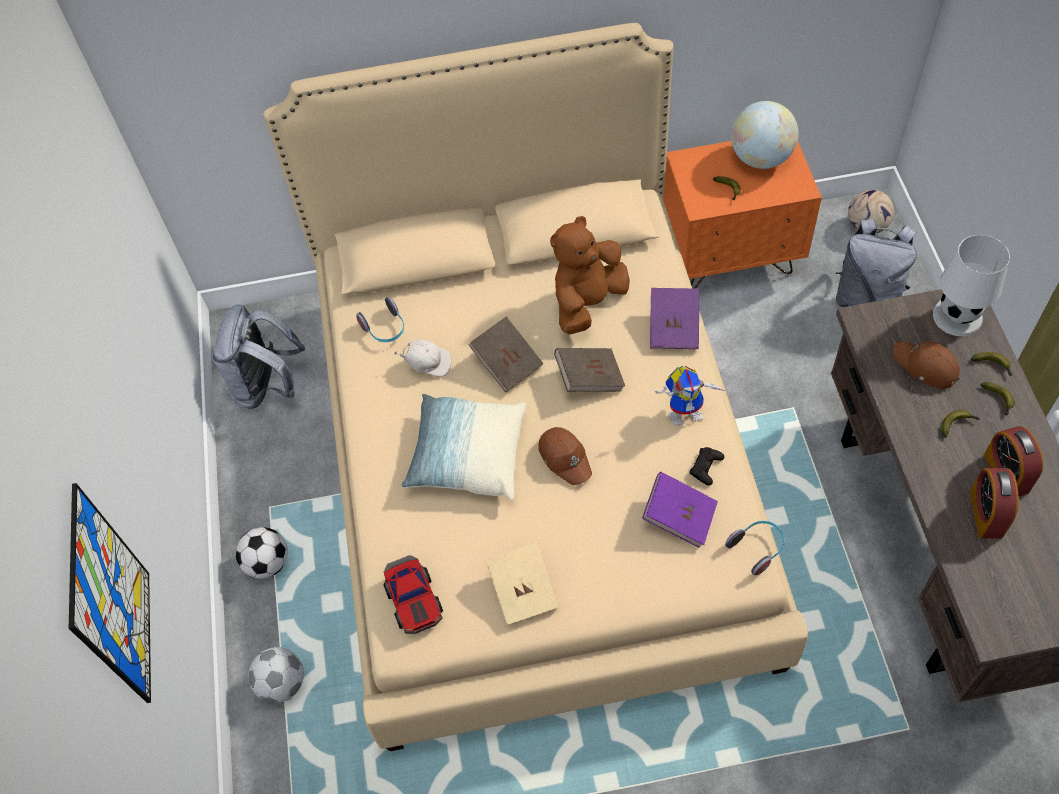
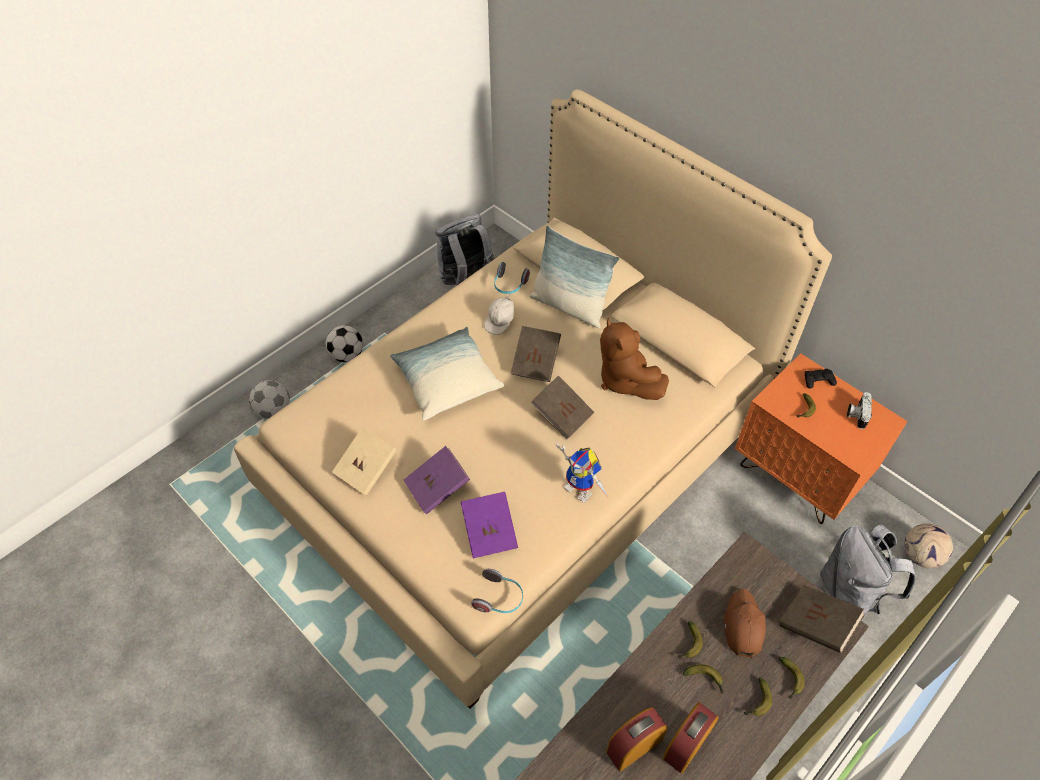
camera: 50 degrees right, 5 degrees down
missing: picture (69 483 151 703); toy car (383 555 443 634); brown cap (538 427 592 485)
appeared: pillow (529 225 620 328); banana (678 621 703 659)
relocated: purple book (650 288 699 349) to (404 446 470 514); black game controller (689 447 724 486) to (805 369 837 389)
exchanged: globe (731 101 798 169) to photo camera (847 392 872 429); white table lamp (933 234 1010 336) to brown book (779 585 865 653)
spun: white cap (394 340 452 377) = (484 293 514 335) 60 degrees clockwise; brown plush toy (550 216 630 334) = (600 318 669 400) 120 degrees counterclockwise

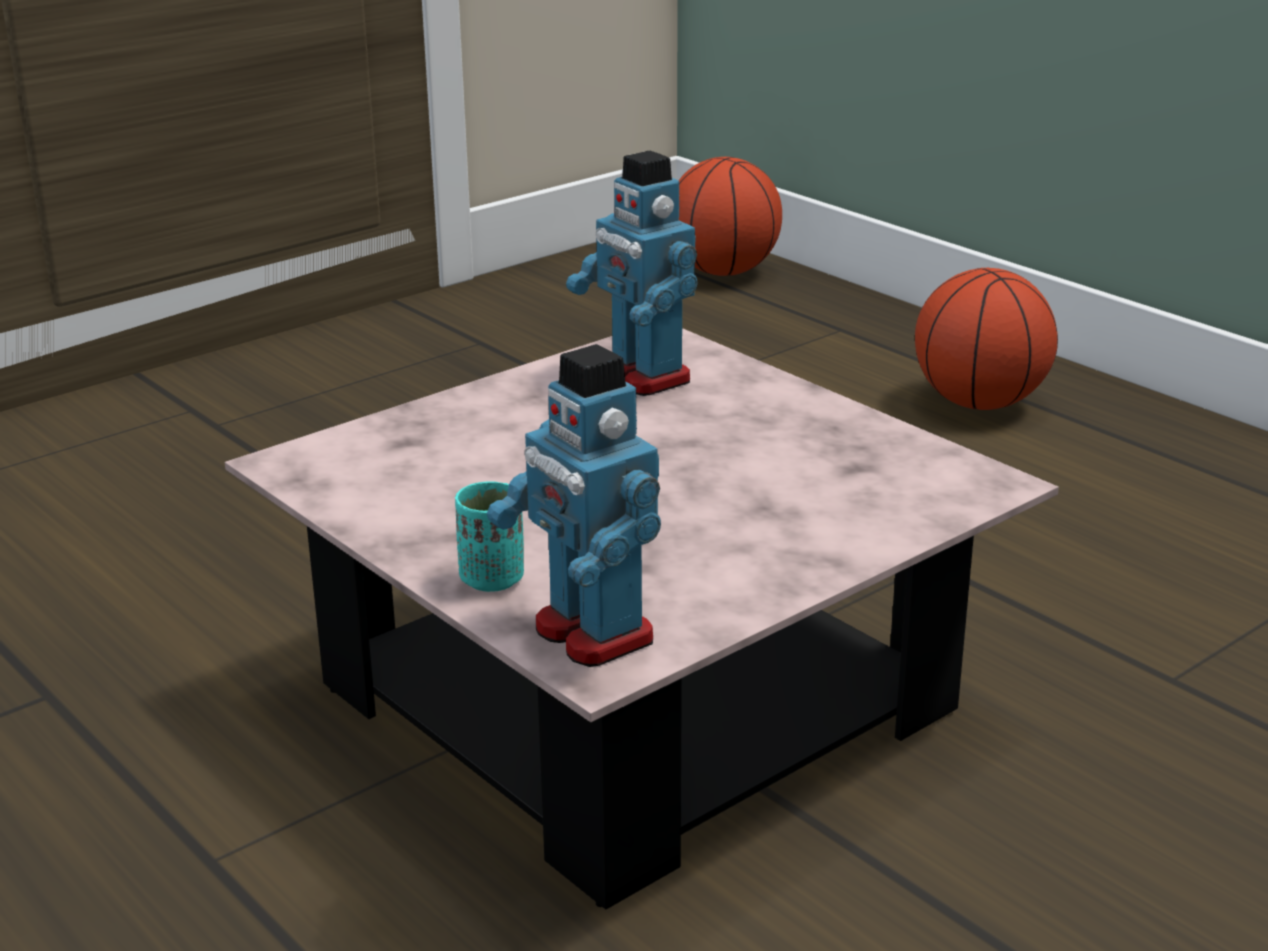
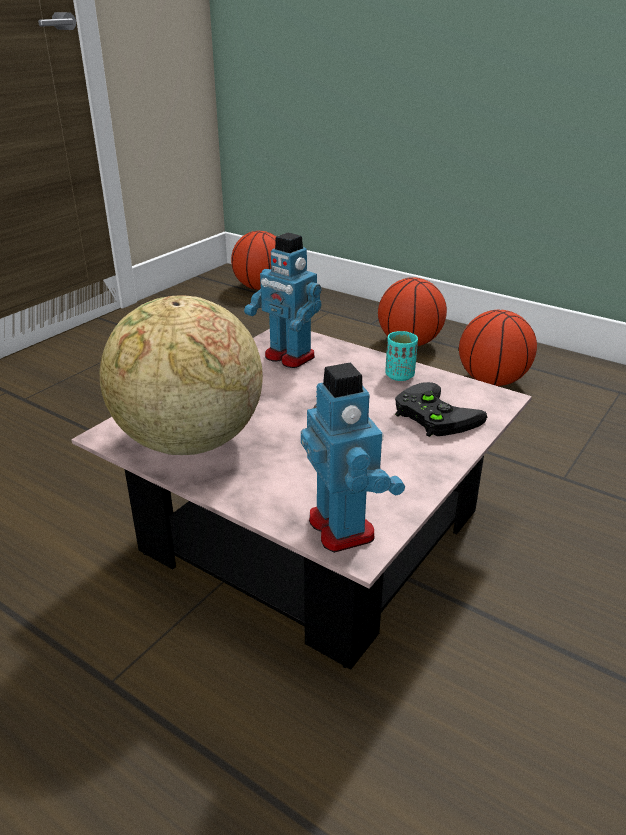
camera: 15 degrees left, 5 degrees up
appeared: globe (100 296 263 455); black game controller (395 382 487 437); basketball (459 310 537 386)
relocated: turquoise cup (455 482 524 592) to (385 331 418 381)
spun: toy robot (487 344 661 667) = (301 363 405 553) 150 degrees counterclockwise

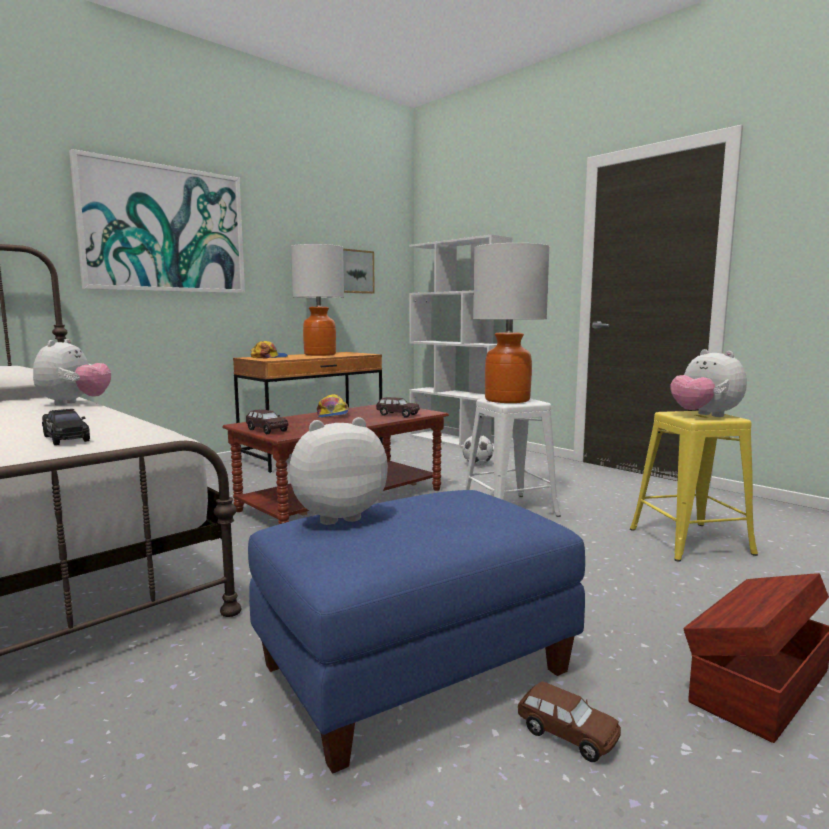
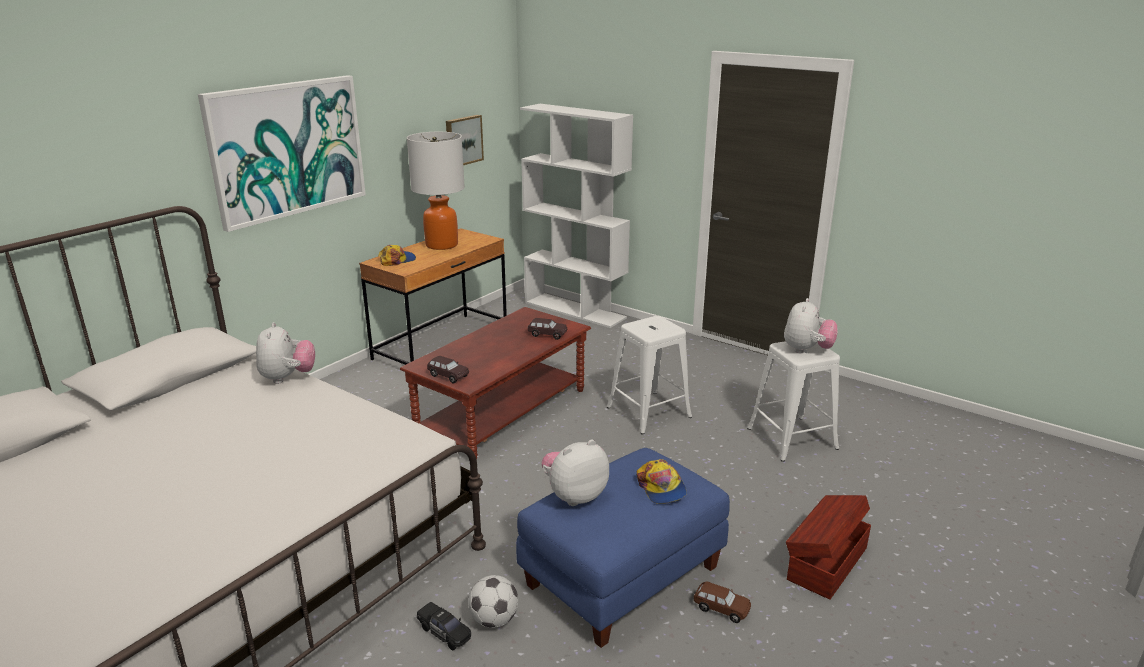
camera: 10 degrees left, 15 degrees up
missing: table lamp (473 243 550 403)
relocated: black toy car (42 409 90 445) to (417 602 471 650); cap (317 394 349 418) to (637 459 687 504); football (463 435 493 465) to (468 575 518 628)
colour: yellow stool (630 411 758 562) to white stool (747 341 840 462)
spun: plush toy (670 349 747 417) = (784 298 838 353) 120 degrees counterclockwise

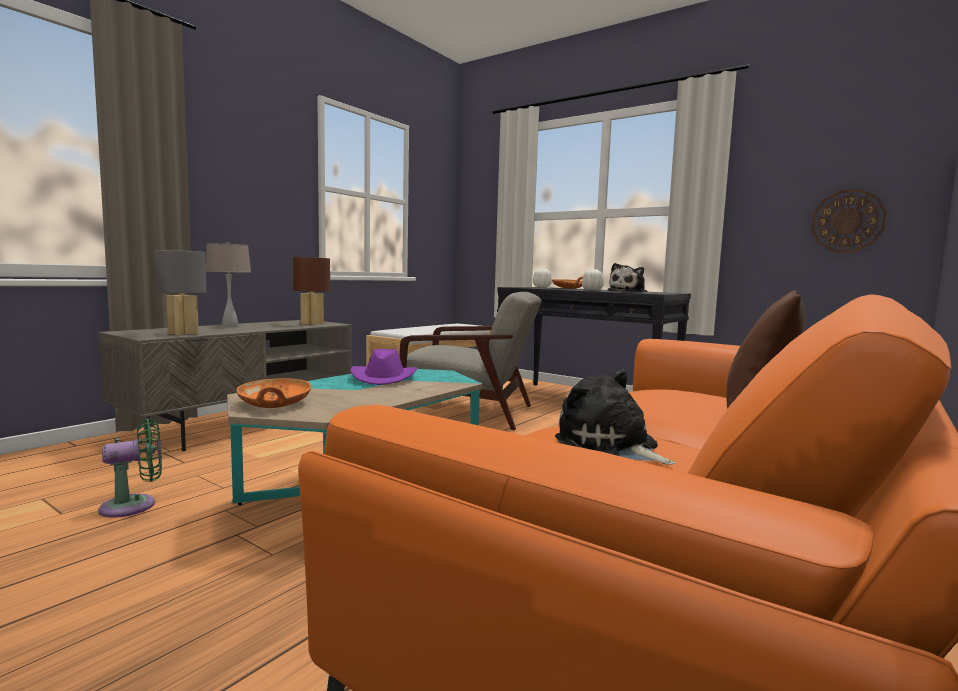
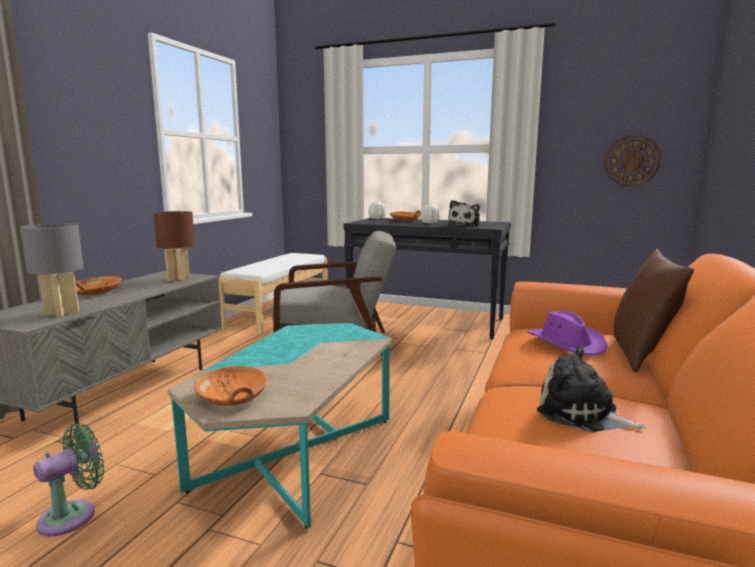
camera: 15 degrees left, 5 degrees up
relocated: purple hat (351 349 417 385) to (528 311 607 355)
exchanged: beige table lamp (205 242 251 327) to orange bowl (75 276 122 295)

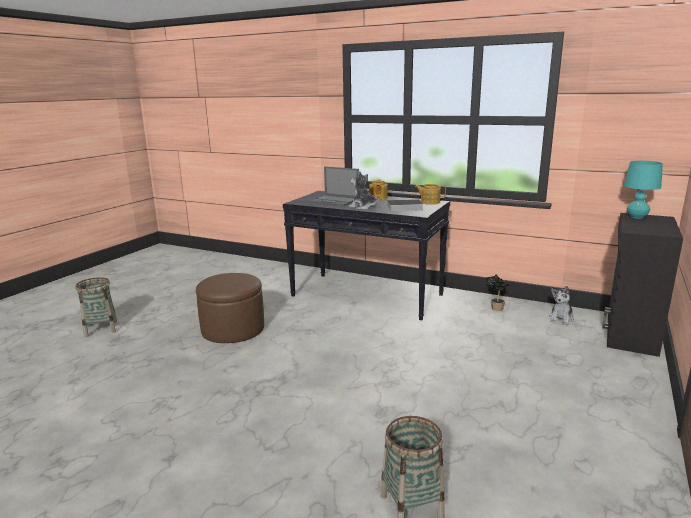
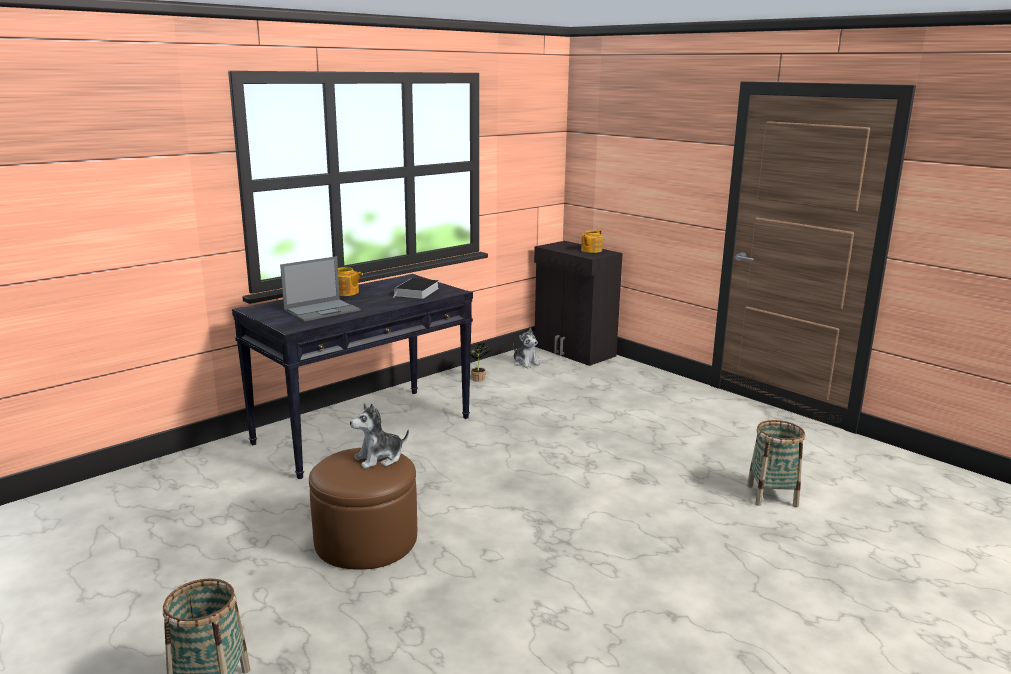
camera: 70 degrees left, 0 degrees up
missing: turquoise table lamp (624 161 663 219)
relocated: plush toy (349 171 379 210) to (350 403 409 469); teapot (415 184 446 205) to (581 230 603 253)

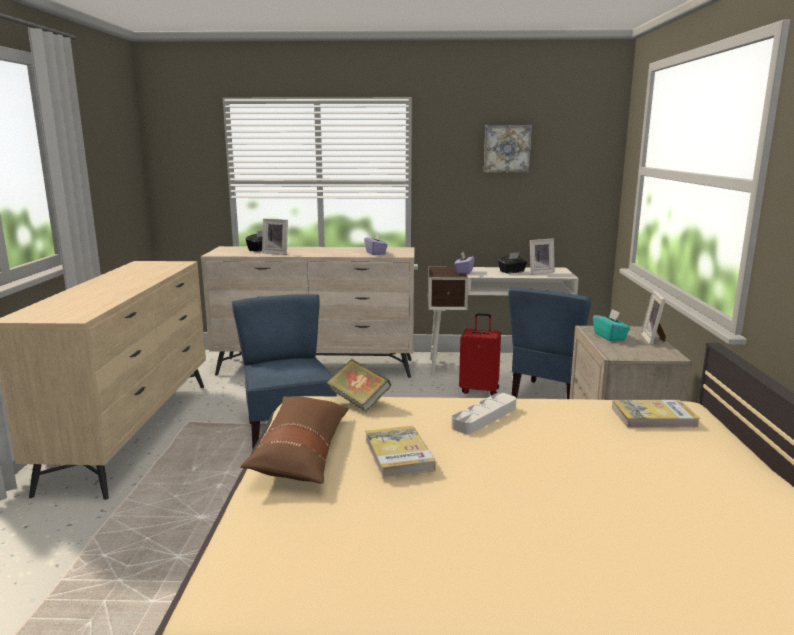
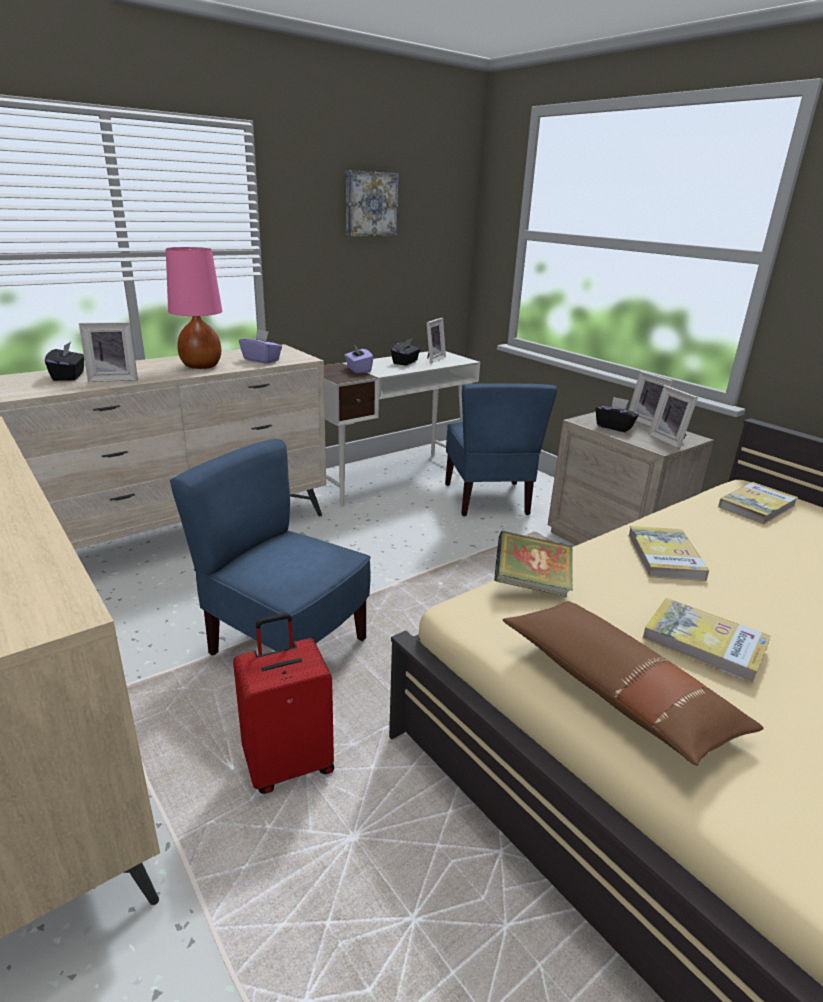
camera: 40 degrees left, 10 degrees up
appeared: pink table lamp (166 247 222 369); picture frame (648 385 698 448)
relocated: red suitcase (459 313 501 395) to (233 613 334 794)
exchanged: grey tray (451 393 516 434) to book (628 526 709 581)
colour: turquoise tissue box (593 309 630 341) to black tissue box (596 397 639 432)

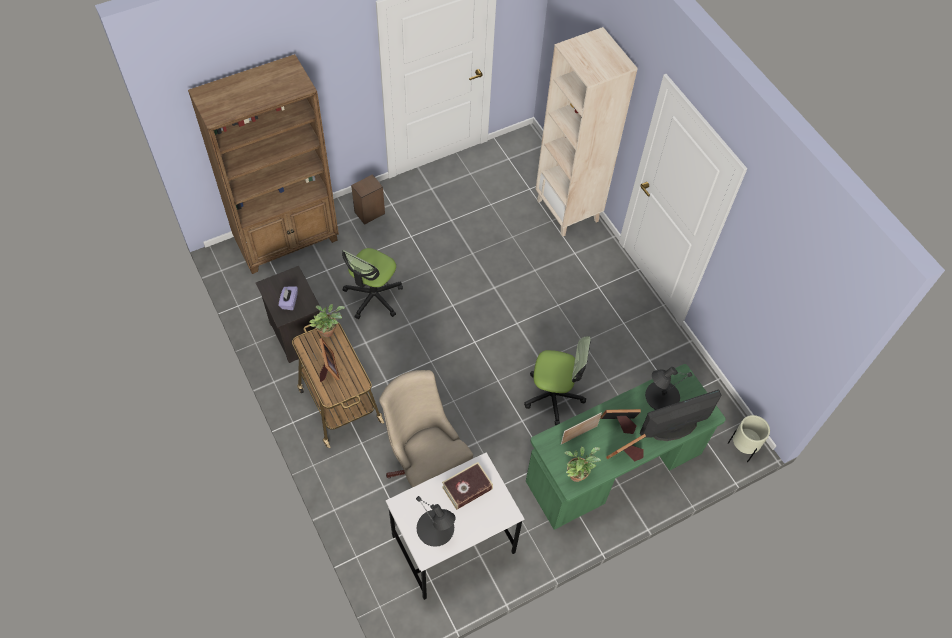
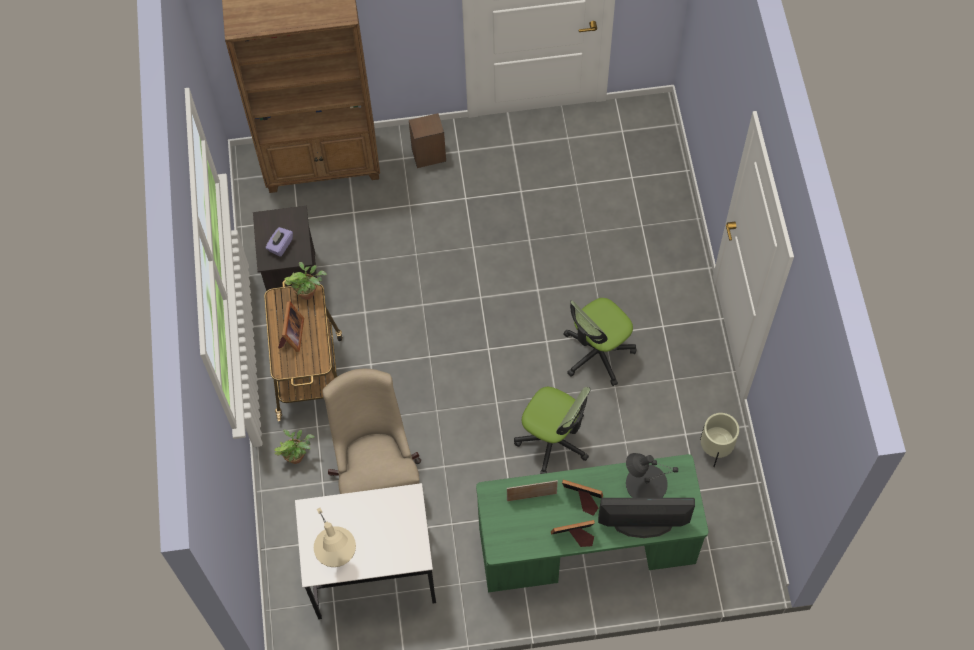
camera: 25 degrees right, 5 degrees up
missing: book (442 462 493 510); beige bookcase (535 27 638 237)
relocated: office chair (342 248 403 319) to (563 298 636 386); potted plant (564 447 601 482) to (274 429 315 464); beige planter (728 415 770 462) to (700 413 739 467)
colour: black table lamp (416 496 456 547) to beige table lamp (314 508 356 567)

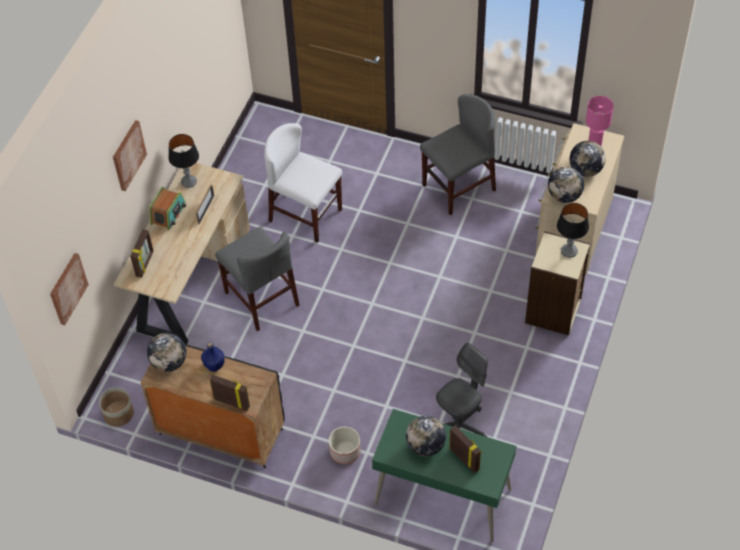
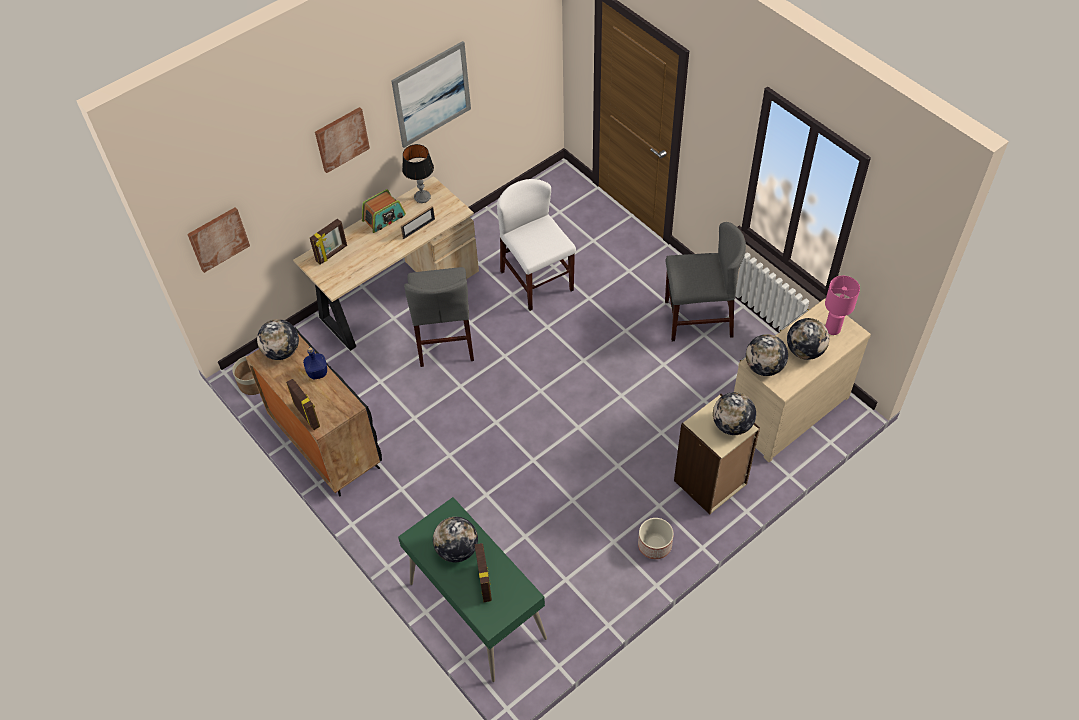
camera: 30 degrees right, 0 degrees up
missing: grey office chair (436 343 488 437)
appeared: picture (391 41 471 148)
relocated: planter (329 427 361 464) to (638 518 674 559)
exchanged: table lamp (557 203 589 258) to globe (713 392 756 435)

